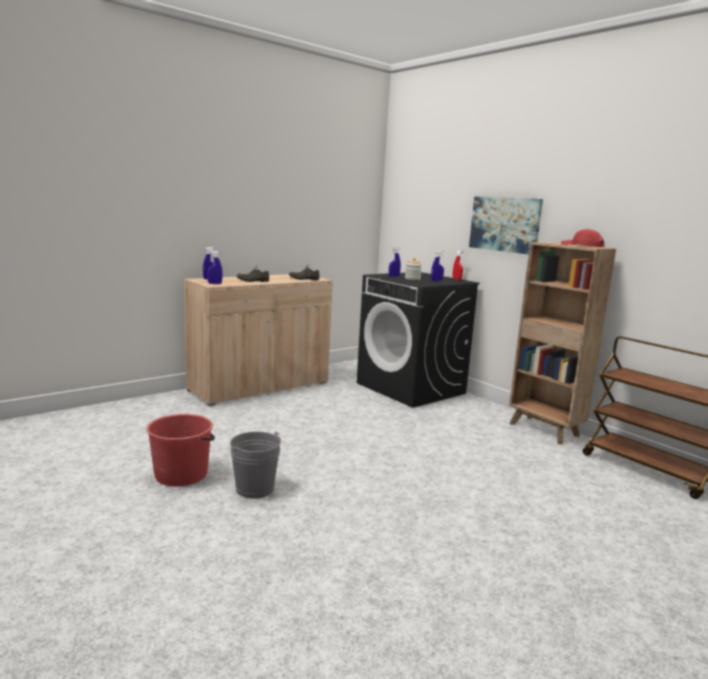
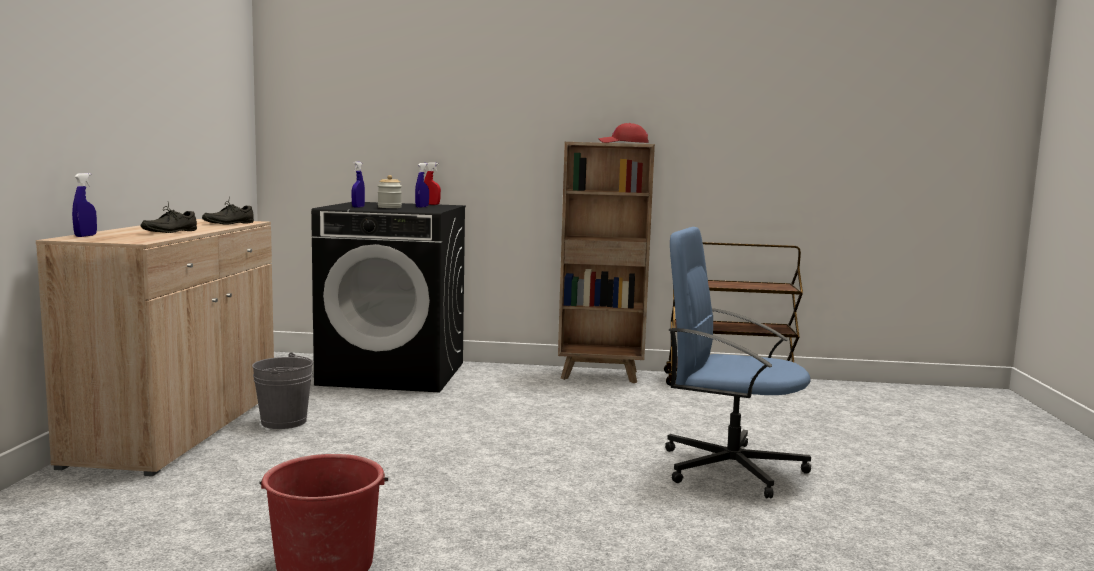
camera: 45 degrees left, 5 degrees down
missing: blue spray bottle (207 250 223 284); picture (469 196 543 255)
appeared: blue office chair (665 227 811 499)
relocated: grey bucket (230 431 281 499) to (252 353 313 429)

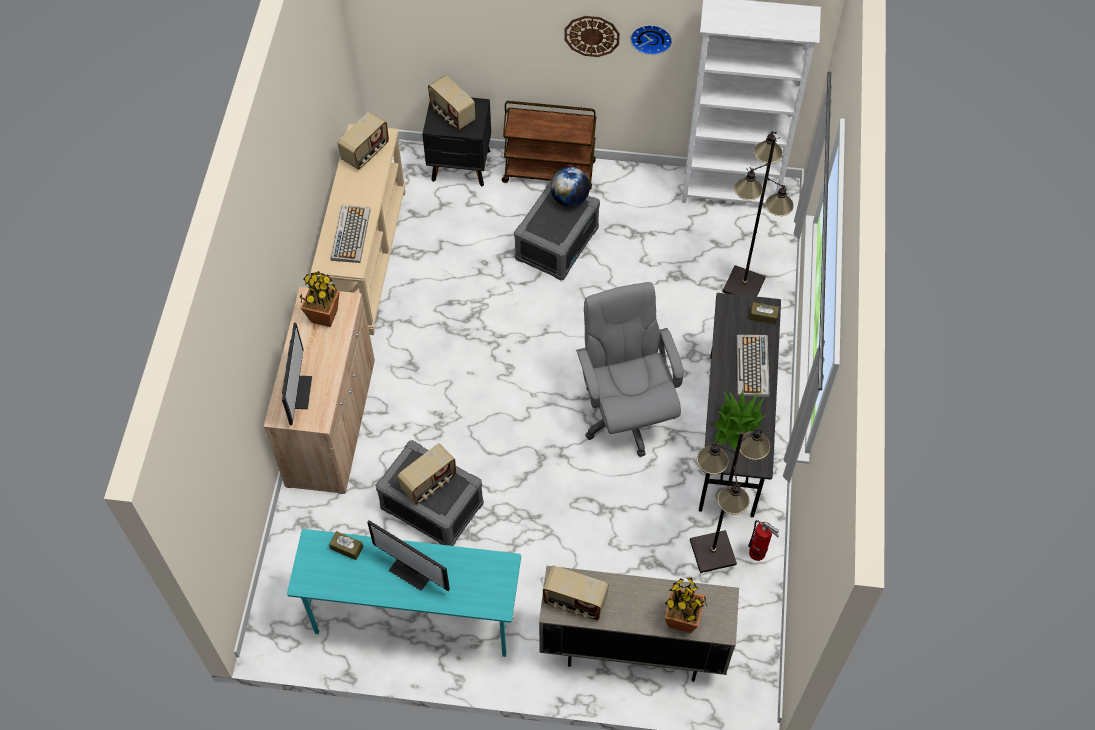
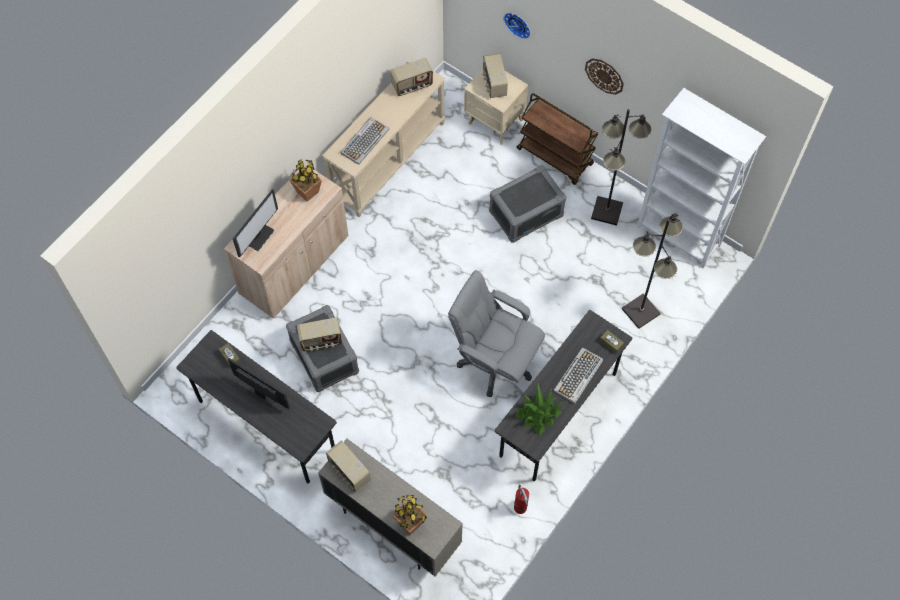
camera: 30 degrees right, 5 degrees up
missing: globe (550 167 590 207)
relocated: wall clock (630 25 672 55) to (504 13 530 39); black floor lamp (690 428 771 573) to (591 109 651 226)
colour: turquoise desk (287 529 521 657) to grey desk (176 330 337 484); black nightstand (423 98 491 186) to beige nightstand (464 69 528 145)
spun: monitor (367 520 450 591) = (228 358 290 409) 150 degrees clockwise; grey office chair (576 282 684 457) = (448 270 545 397) 75 degrees counterclockwise

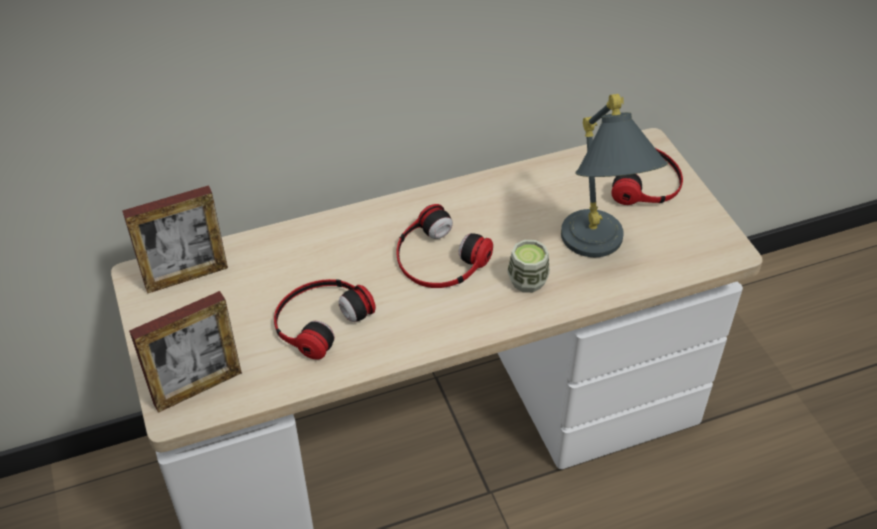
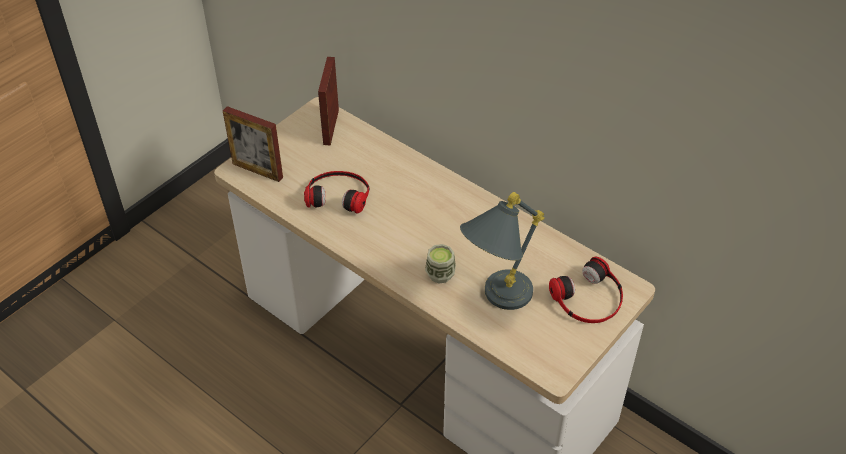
camera: 60 degrees right, 0 degrees up
missing: headphones (396 204 493 288)
spun: picture frame (122 185 228 293) = (318 57 339 146) 60 degrees clockwise

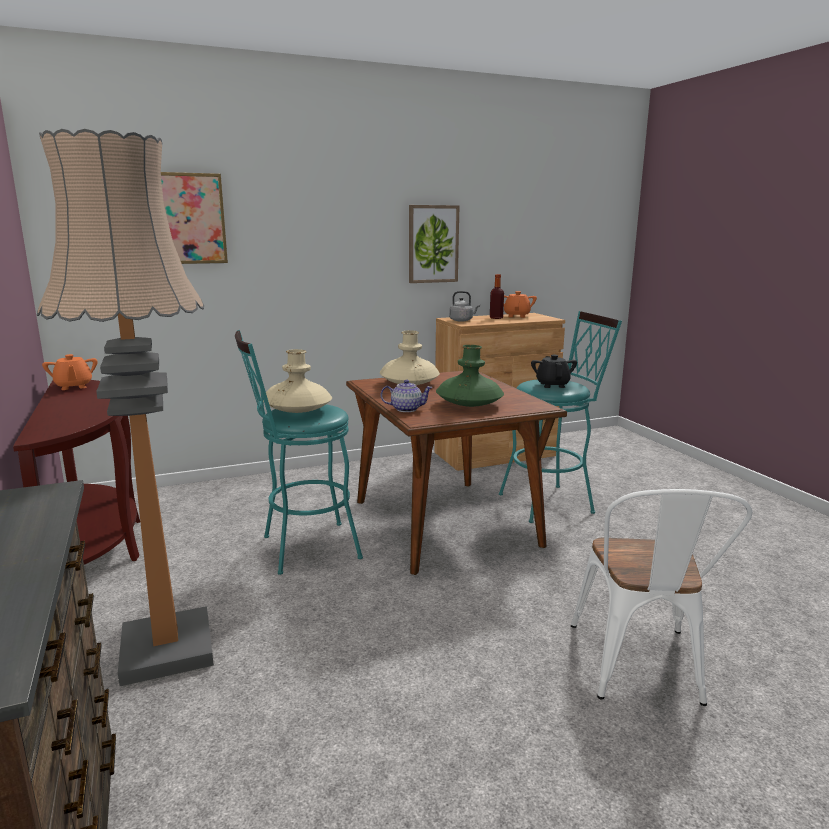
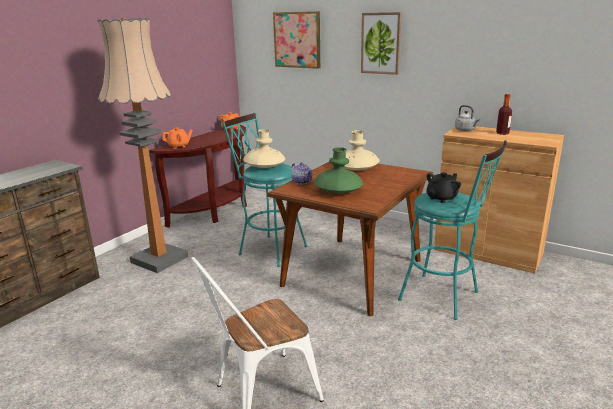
camera: 55 degrees right, 5 degrees up
relocated: picture (409 205 459 283) to (361 12 402 75); orange teapot (504 291 537 318) to (162 127 193 149)

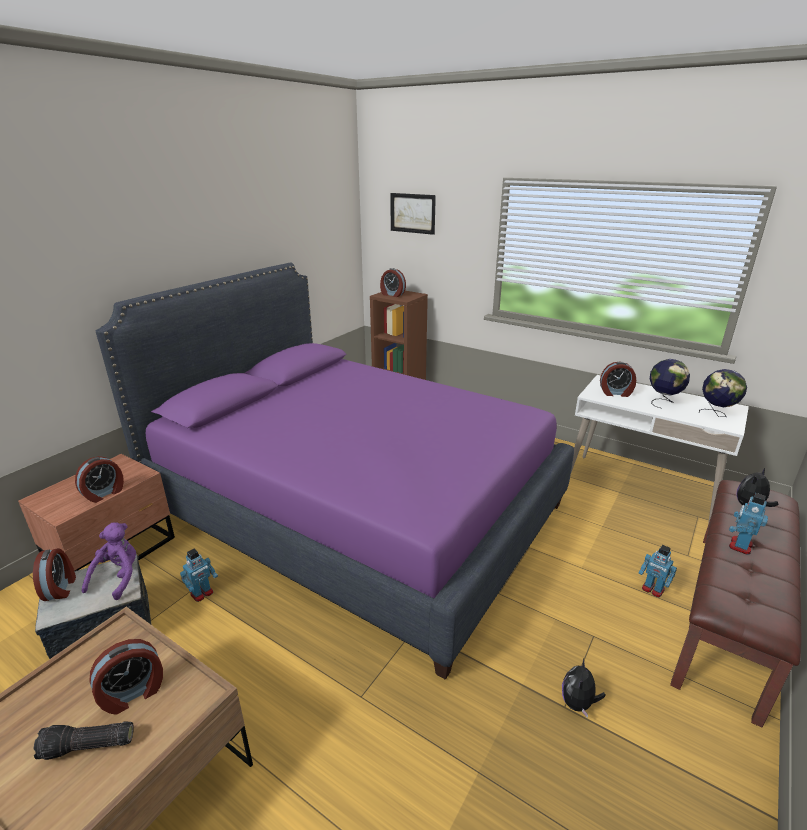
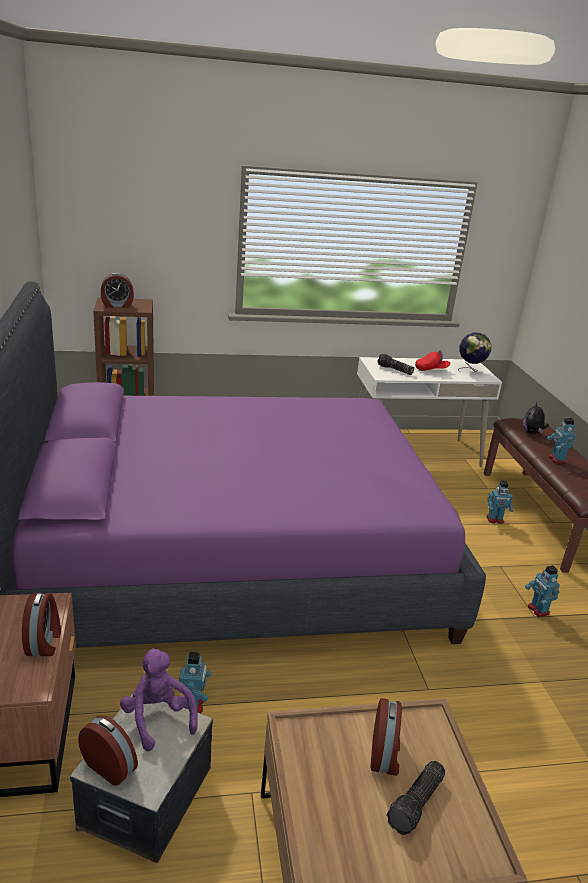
camera: 45 degrees left, 0 degrees up
missing: picture (390 193 436 235)
exchanged: plush toy (562 658 606 718) to toy robot (525 565 560 617); alarm clock (600 362 636 397) to flashlight (377 354 414 375); globe (650 359 690 408) to red cap (415 350 450 371)

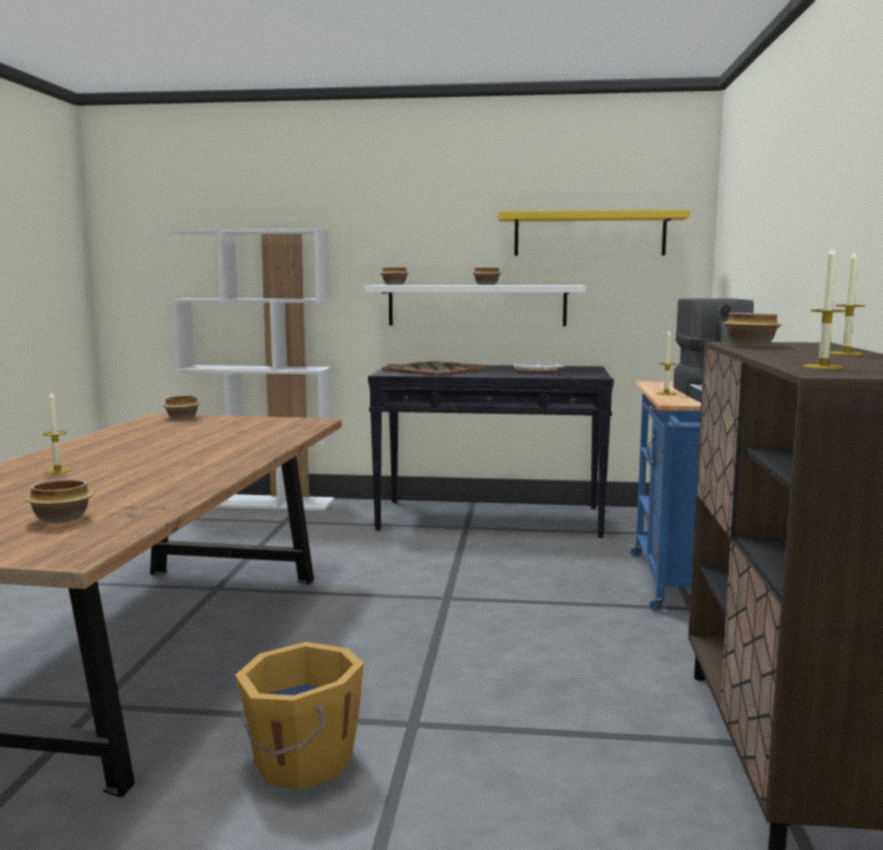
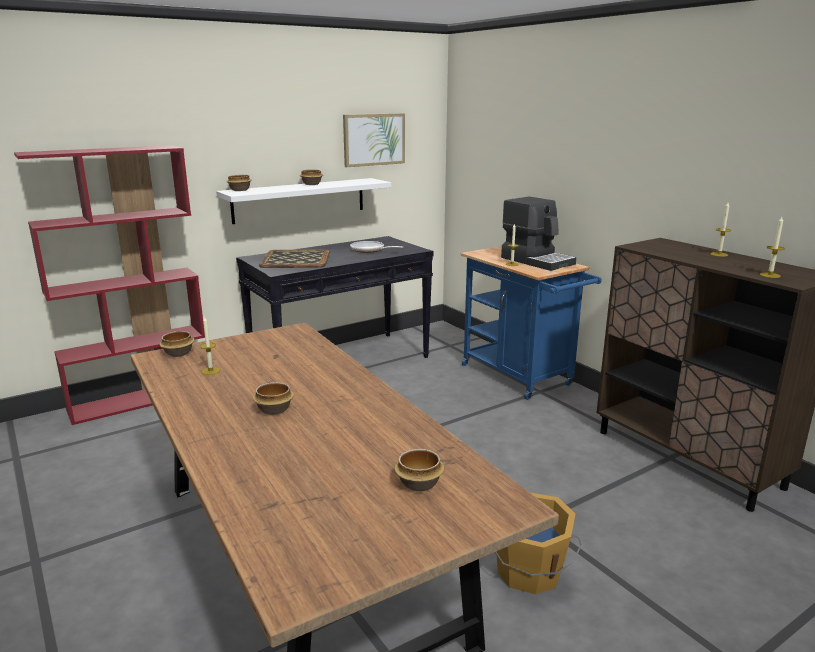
camera: 40 degrees left, 10 degrees up
relocated: candle (43 391 72 474) to (200 317 220 375); bowl (723 313 781 346) to (253 382 294 415)
exchanged: yellow shelf (498 210 690 256) to picture (343 113 405 167)
colour: white bookcase (167 228 334 511) to red bookcase (14 145 205 425)

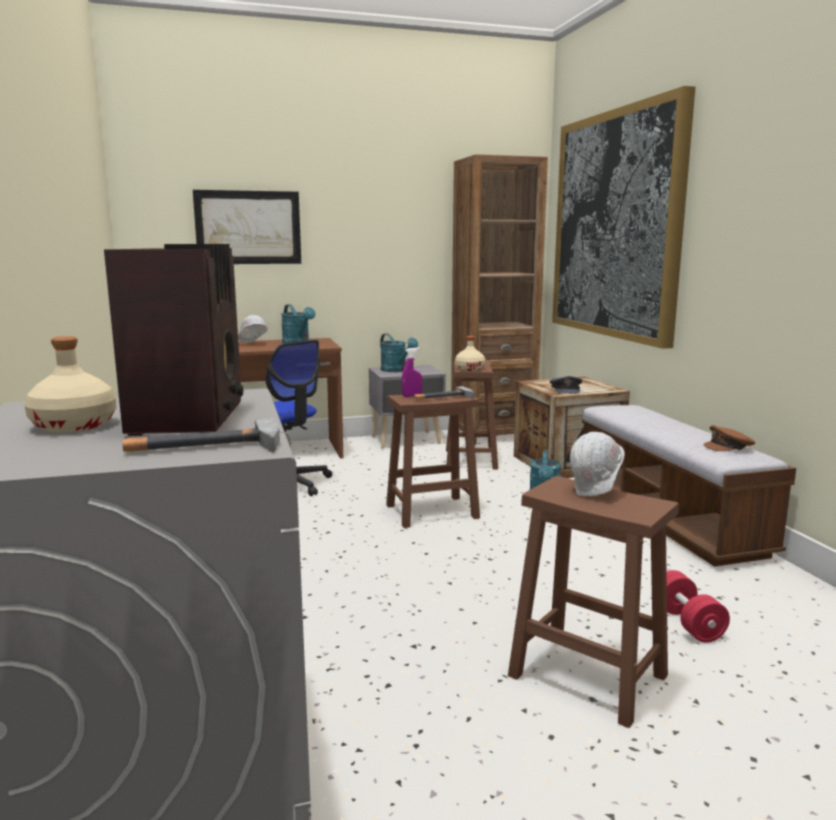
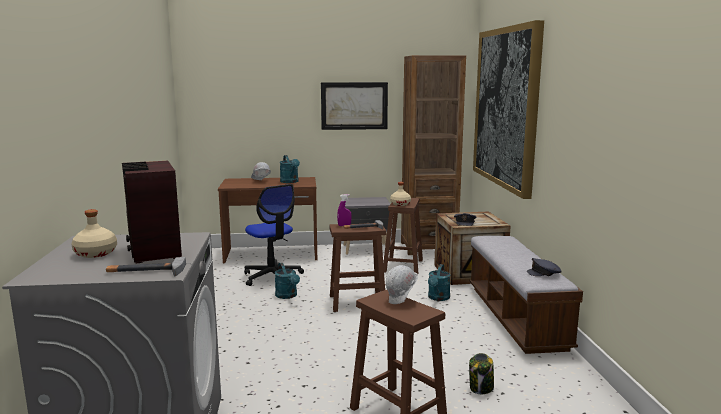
camera: 10 degrees right, 0 degrees up
relocated: picture (193 190 301 264) to (321 82 388 130); turquoise watering can (380 334 418 372) to (275 263 300 299)
exchanged: red dumbbell (666 570 730 642) to jar (469 353 494 394)
colour: brown cap (703 425 755 451) to grey cap (527 258 562 276)
spun: radio (104 244 243 436) = (122 161 182 264) 150 degrees clockwise

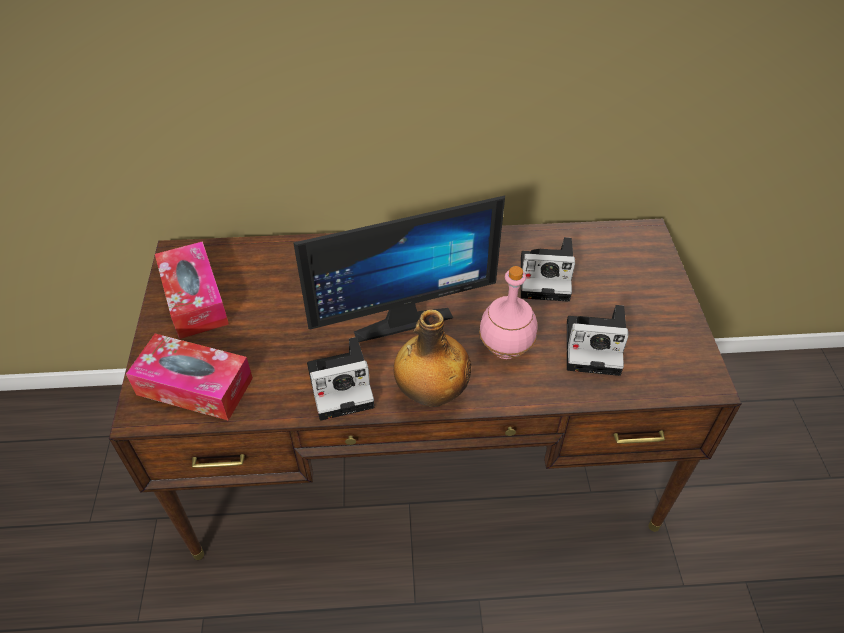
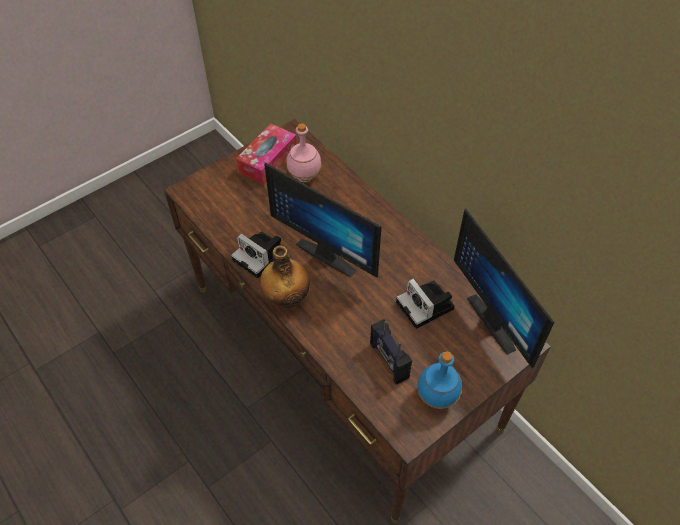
camera: 55 degrees right, 5 degrees up
missing: tissue box (126 334 253 421)
appeared: blue bottle (417 351 462 409); monitor (454 208 554 368)
relocated: pink bottle (479 266 537 359) to (287 123 322 182)
exchanged: photo camera (567 305 629 376) to radio (370 319 412 385)

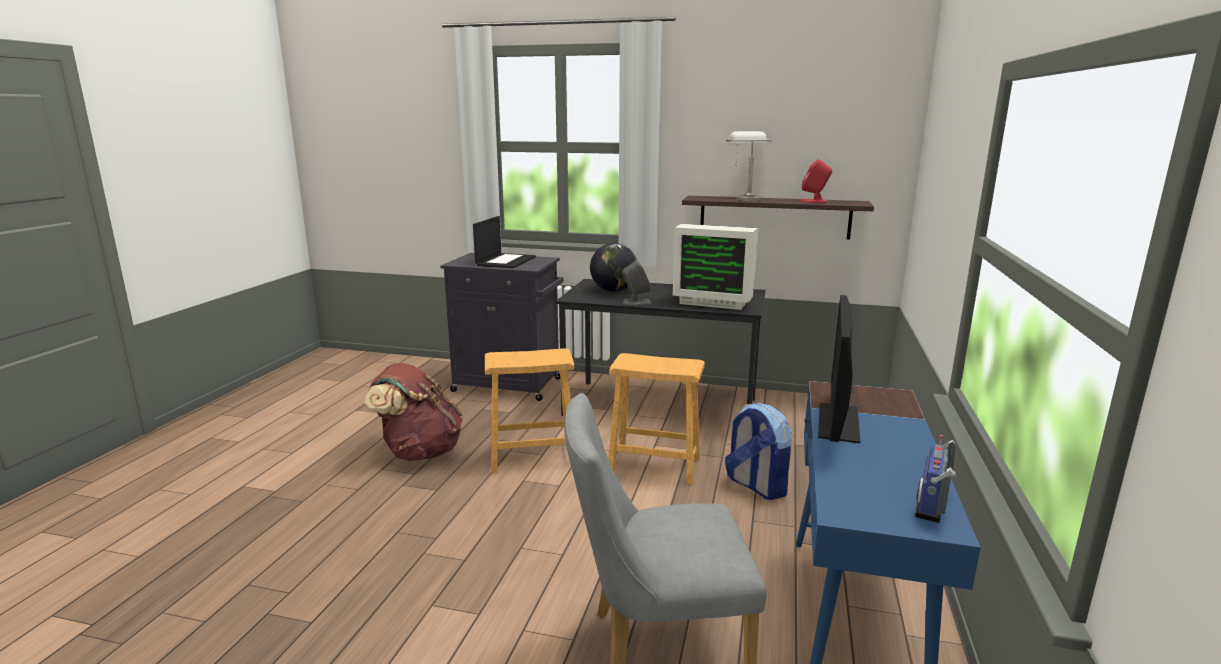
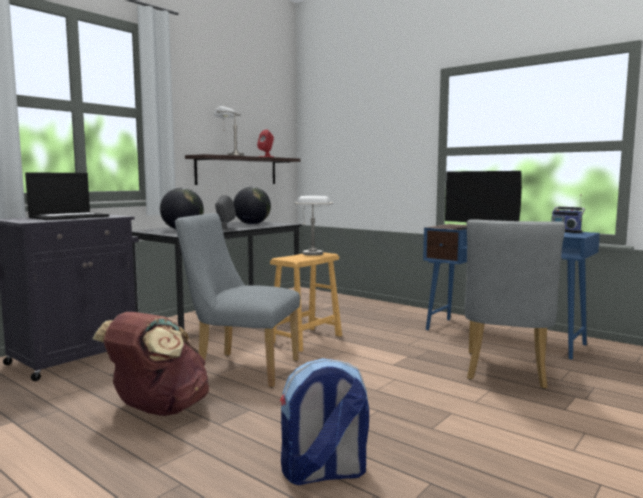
camera: 65 degrees left, 10 degrees down
appeared: grey table lamp (294 196 333 256)
relocated: backpack (725 403 791 500) to (280 358 369 485)
exchanged: brown stool (485 348 574 474) to grey chair (175 213 300 388); monitor (673 224 759 310) to globe (233 187 271 224)
spun: laptop (473 216 536 269) = (25 172 109 220) 90 degrees clockwise

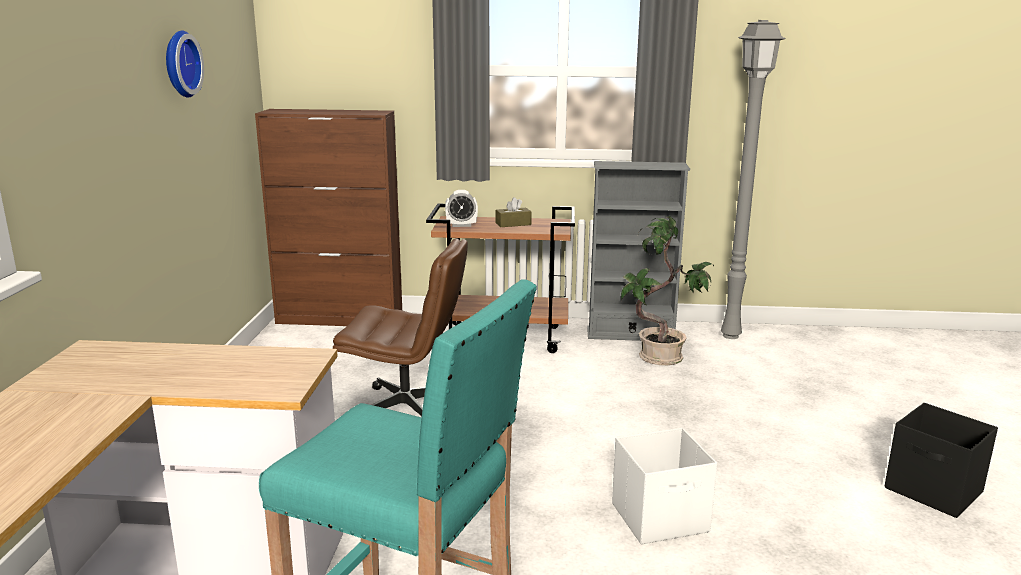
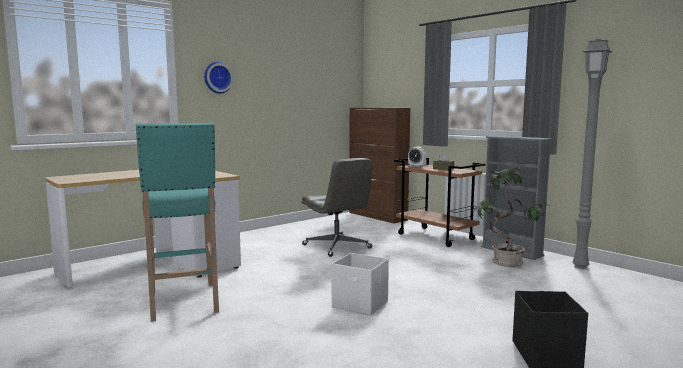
camera: 45 degrees right, 10 degrees down
relocated: wall clock (166 30 204 98) to (204 62 233 94)
colour: brown office chair (333 238 468 416) to grey office chair (301 158 372 257)

